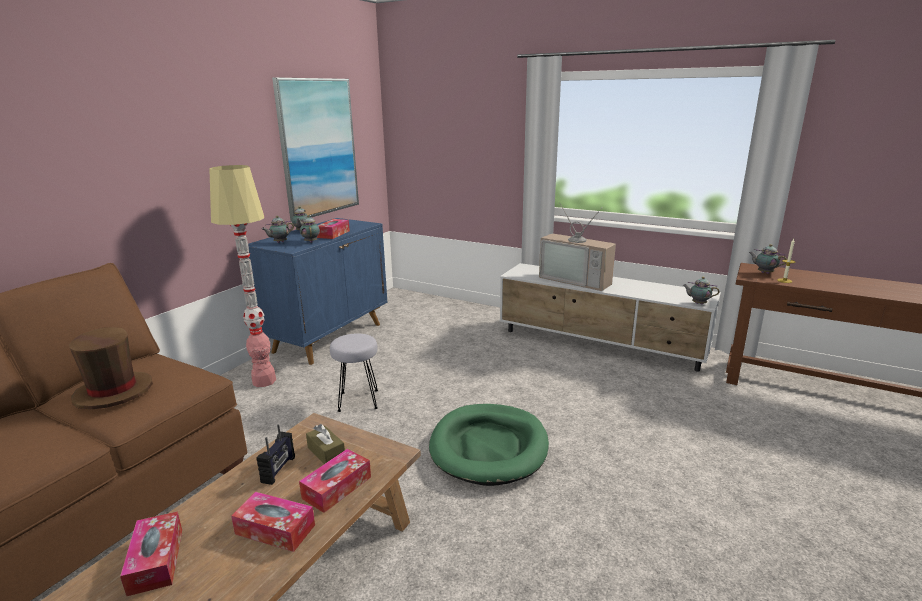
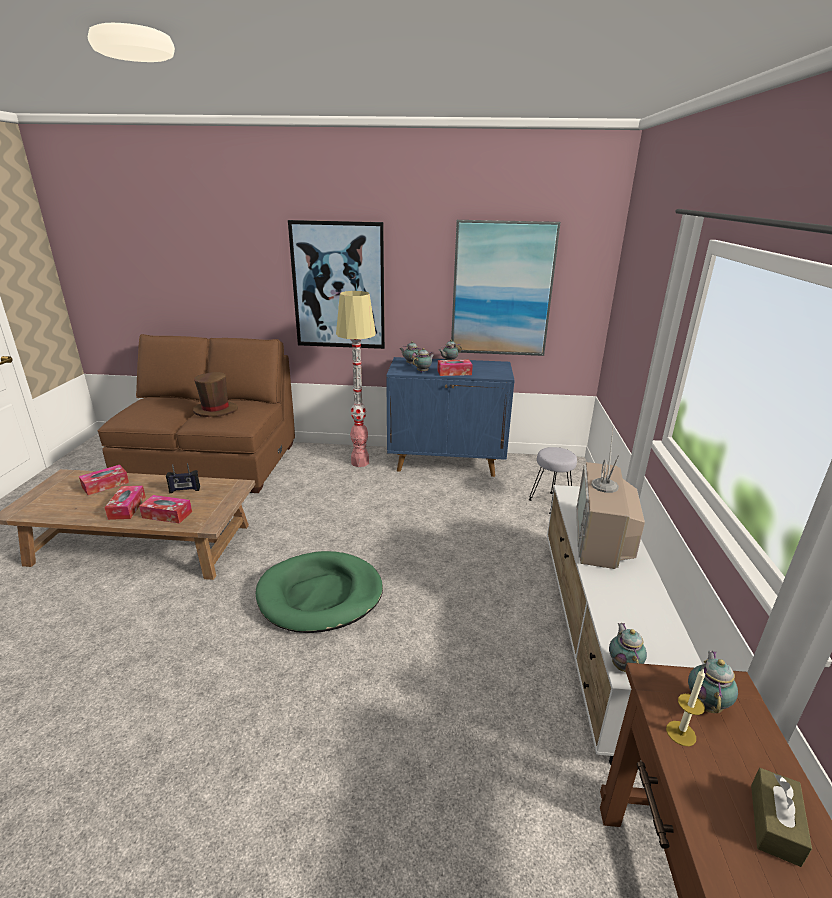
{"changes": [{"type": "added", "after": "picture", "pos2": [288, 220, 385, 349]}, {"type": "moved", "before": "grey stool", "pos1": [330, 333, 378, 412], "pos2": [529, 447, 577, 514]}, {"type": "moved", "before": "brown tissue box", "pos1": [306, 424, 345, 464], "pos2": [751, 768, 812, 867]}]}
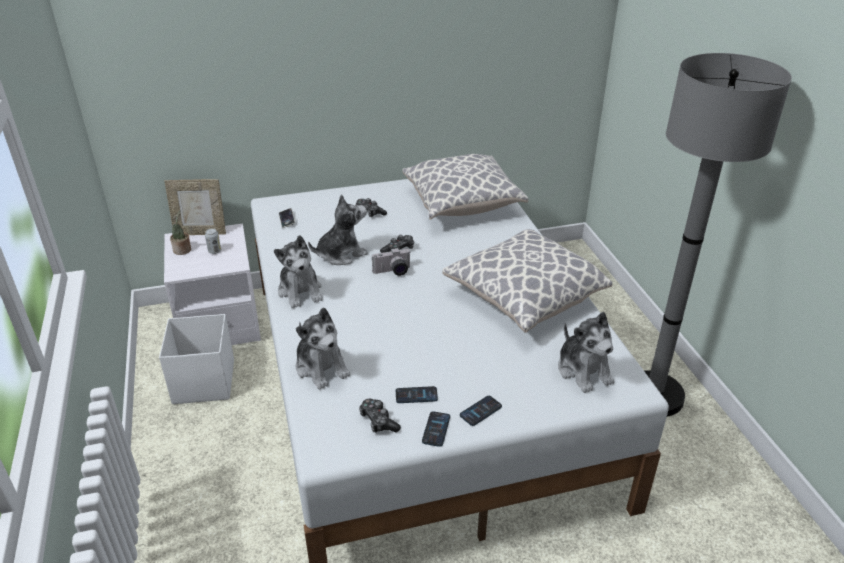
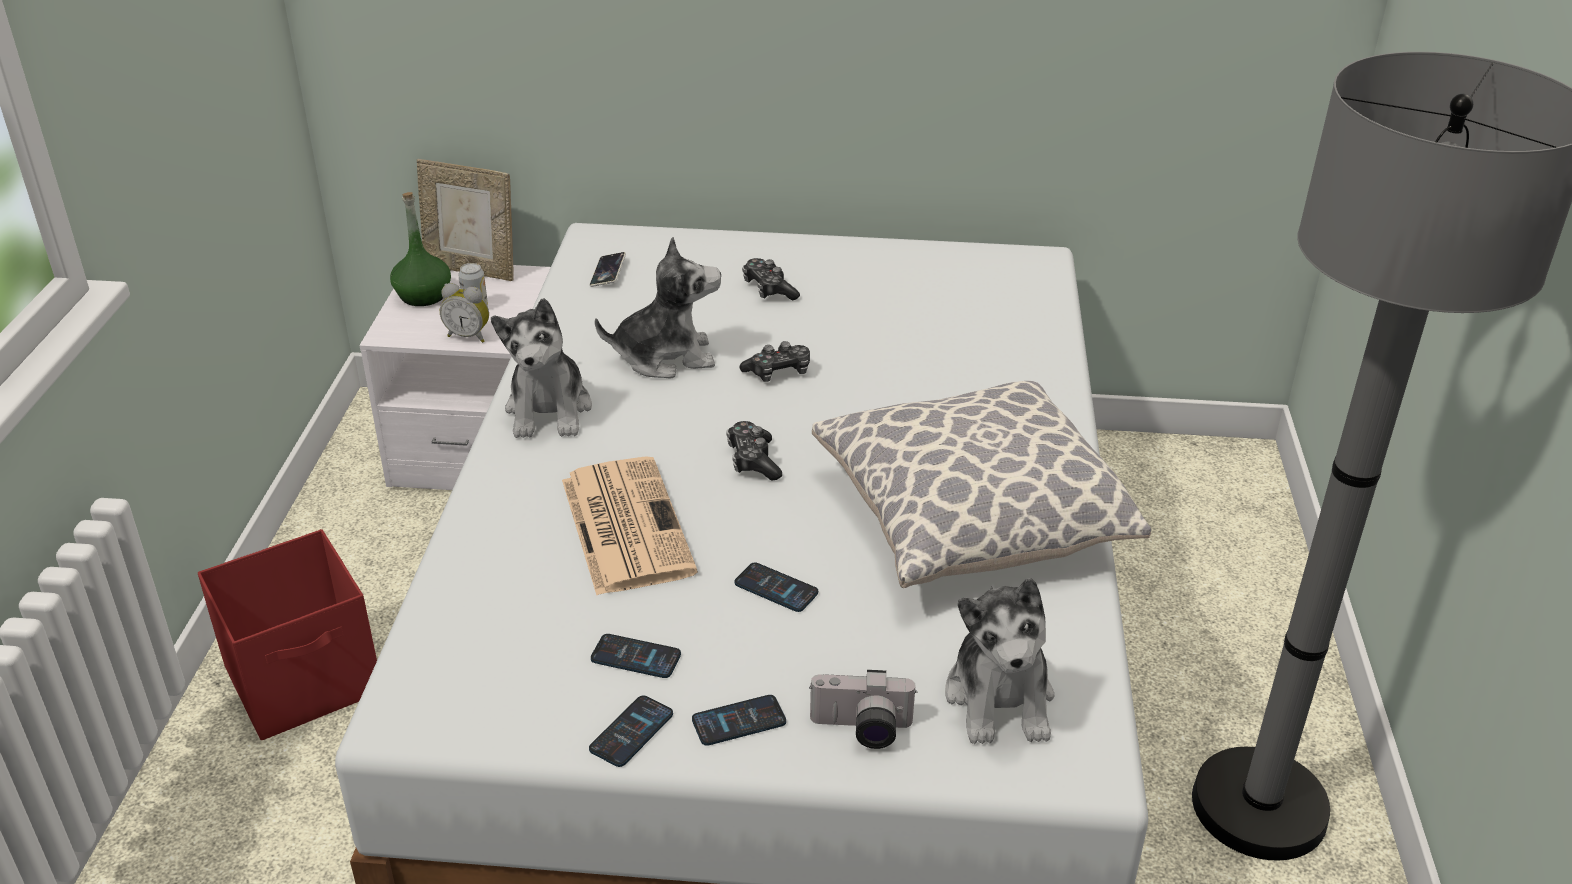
{"changes": [{"type": "added", "after": "red storage box", "pos2": [198, 529, 377, 740]}, {"type": "replaced", "before": "potted plant", "after": "green bottle", "pos1": [170, 210, 191, 255], "pos2": [390, 192, 451, 306]}, {"type": "added", "after": "alarm clock", "pos2": [440, 283, 489, 343]}, {"type": "added", "after": "newspaper", "pos2": [562, 456, 698, 595]}, {"type": "moved", "before": "game controller", "pos1": [359, 399, 401, 433], "pos2": [726, 421, 782, 481]}, {"type": "added", "after": "phone", "pos2": [735, 562, 818, 612]}, {"type": "moved", "before": "photo camera", "pos1": [372, 247, 410, 276], "pos2": [809, 670, 917, 749]}, {"type": "removed", "before": "white storage box", "pos1": [159, 314, 234, 404]}, {"type": "removed", "before": "plush toy", "pos1": [296, 307, 350, 390]}, {"type": "removed", "before": "pillow", "pos1": [402, 154, 528, 220]}]}
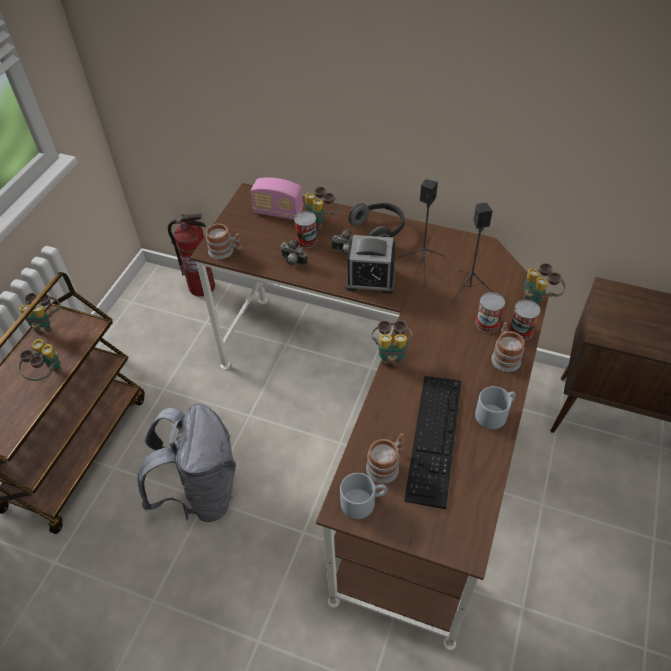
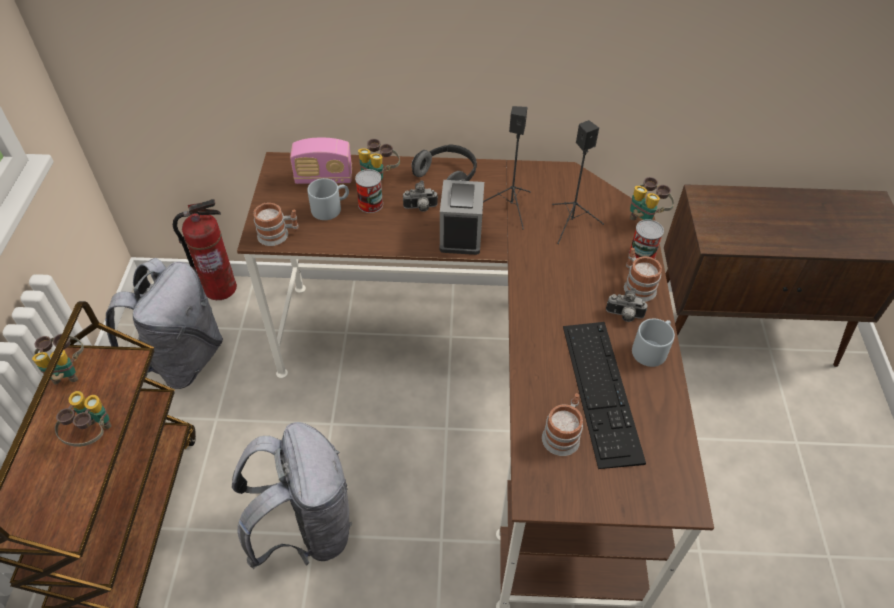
{"changes": [{"type": "added", "after": "grey backpack", "pos2": [105, 258, 223, 389]}, {"type": "moved", "before": "grey mug", "pos1": [340, 473, 387, 519], "pos2": [307, 178, 349, 220]}, {"type": "turned", "before": "alarm clock", "pos1": [345, 235, 396, 294], "pos2": [439, 180, 484, 255], "turn": 105}, {"type": "moved", "before": "photo camera", "pos1": [280, 239, 308, 266], "pos2": [606, 288, 648, 322]}, {"type": "removed", "before": "binoculars", "pos1": [372, 320, 412, 364]}, {"type": "removed", "before": "can", "pos1": [476, 292, 505, 333]}]}
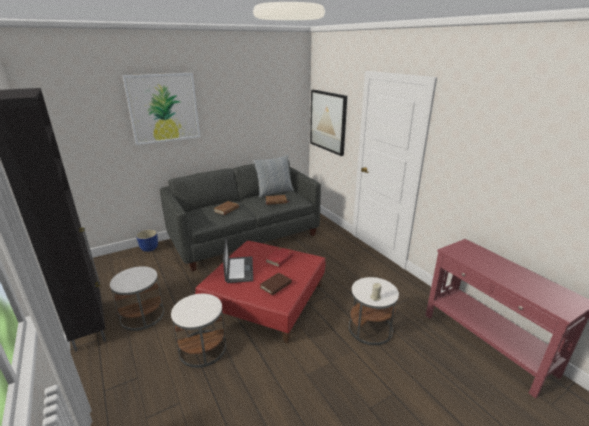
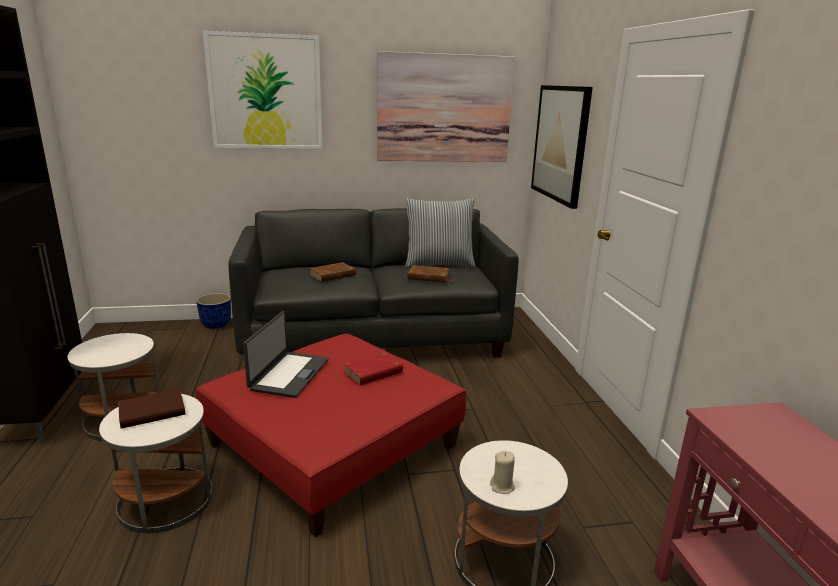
{"changes": [{"type": "moved", "before": "brown book", "pos1": [260, 273, 292, 295], "pos2": [118, 389, 185, 429]}, {"type": "added", "after": "picture", "pos2": [377, 51, 515, 162]}]}
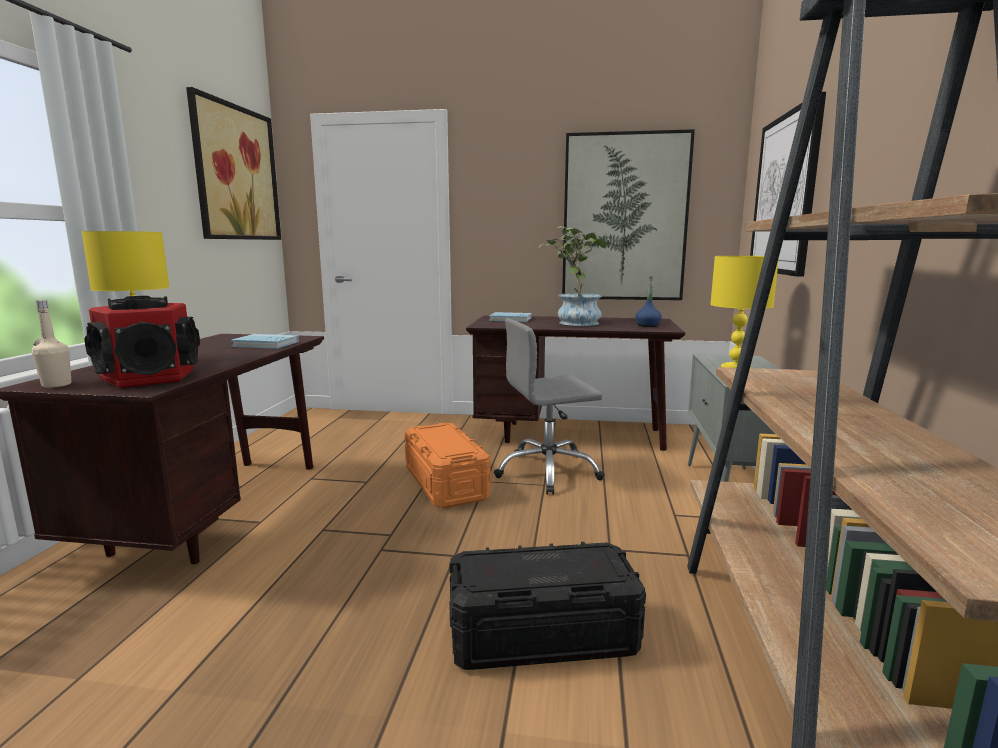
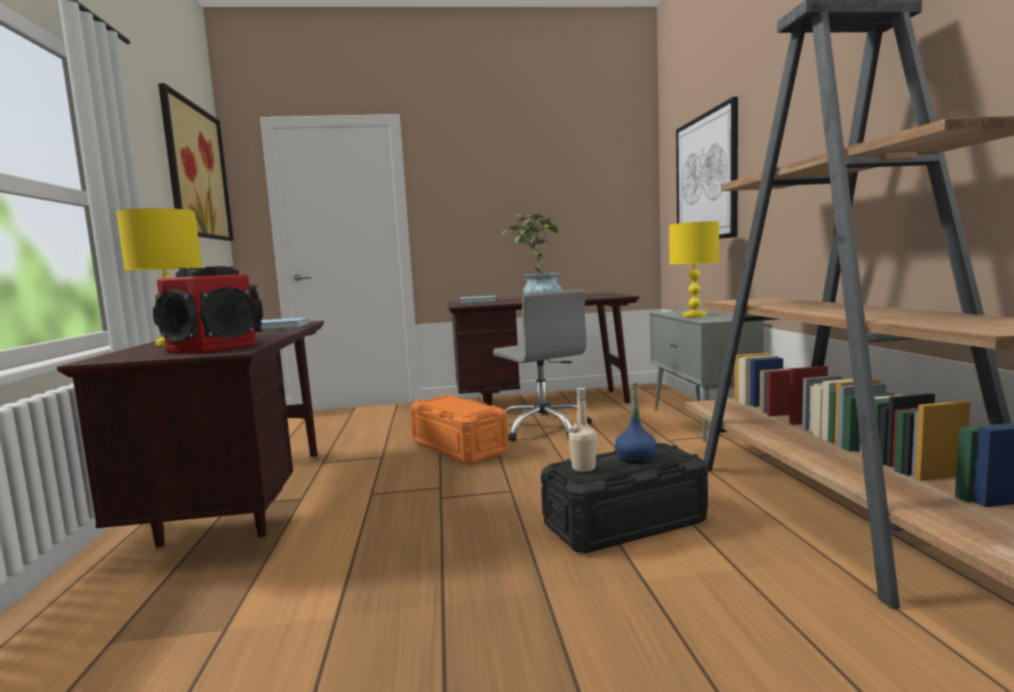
{"changes": [{"type": "turned", "before": "grey office chair", "pos1": [494, 319, 605, 495], "pos2": [493, 289, 592, 441], "turn": -90}, {"type": "moved", "before": "beige bottle", "pos1": [32, 300, 72, 388], "pos2": [568, 388, 597, 472]}, {"type": "moved", "before": "blue bottle", "pos1": [635, 276, 662, 327], "pos2": [615, 382, 657, 464]}, {"type": "removed", "before": "picture", "pos1": [562, 129, 695, 300]}]}
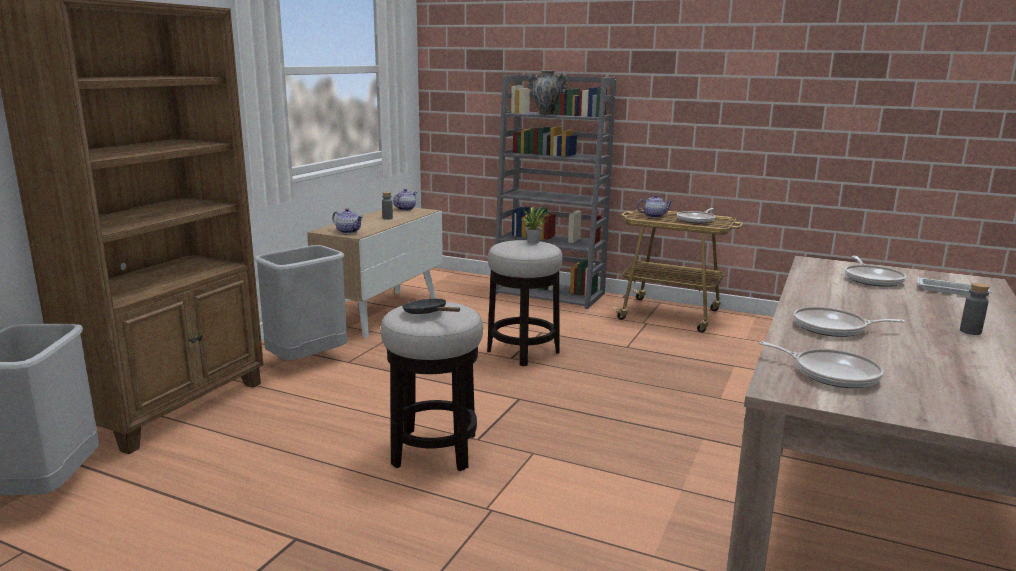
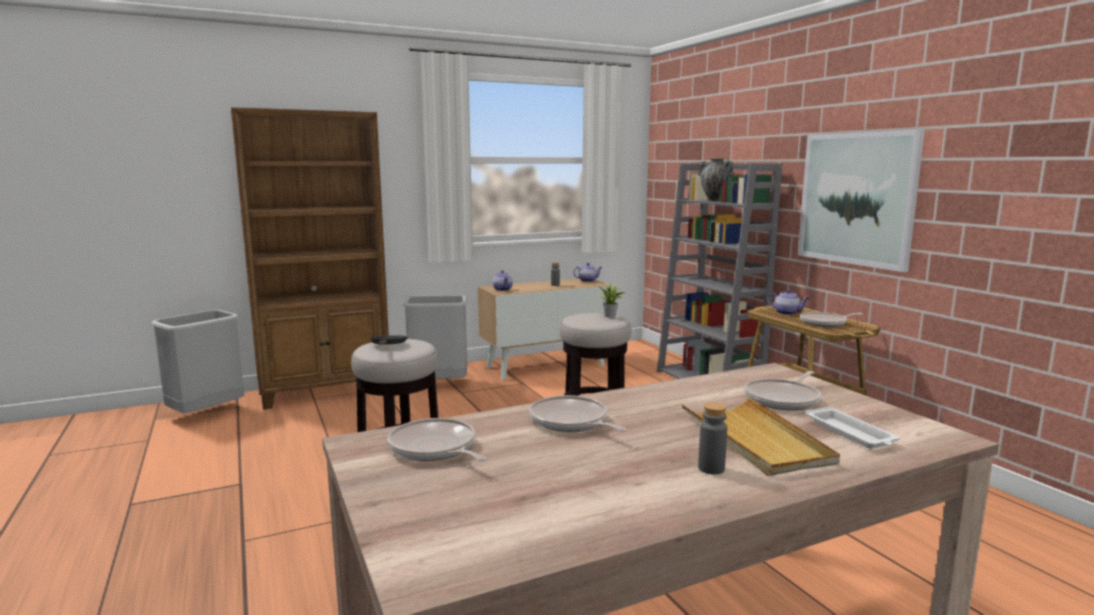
{"changes": [{"type": "turned", "before": "frying pan", "pos1": [759, 341, 884, 388], "pos2": [388, 418, 487, 461], "turn": 150}, {"type": "added", "after": "beige tray", "pos2": [681, 396, 840, 476]}, {"type": "added", "after": "picture", "pos2": [798, 129, 925, 272]}]}
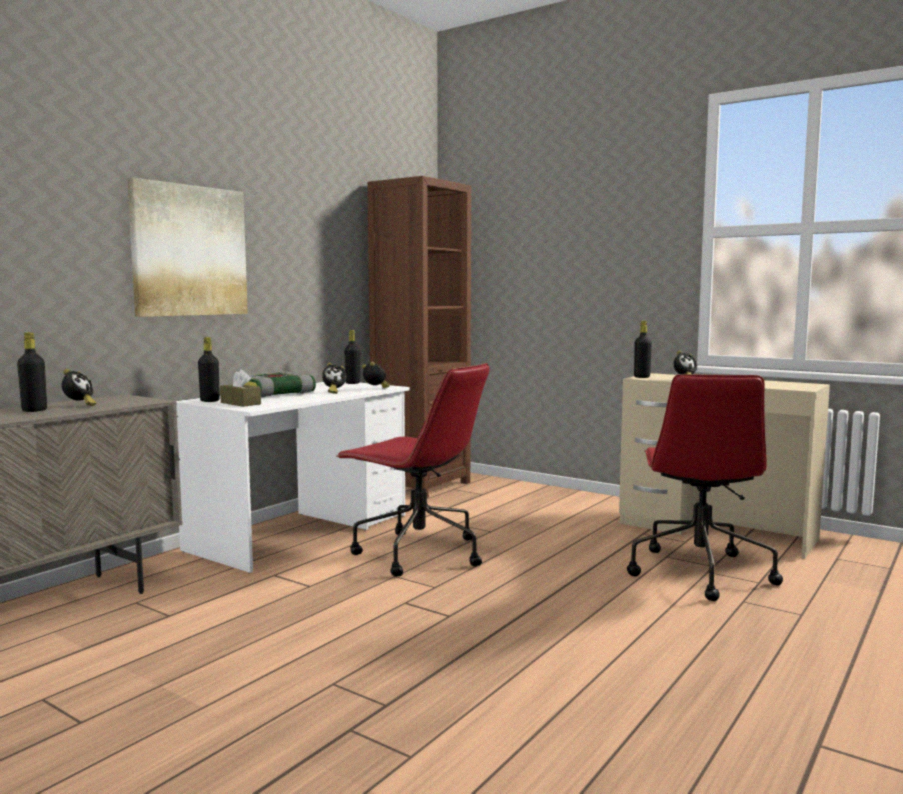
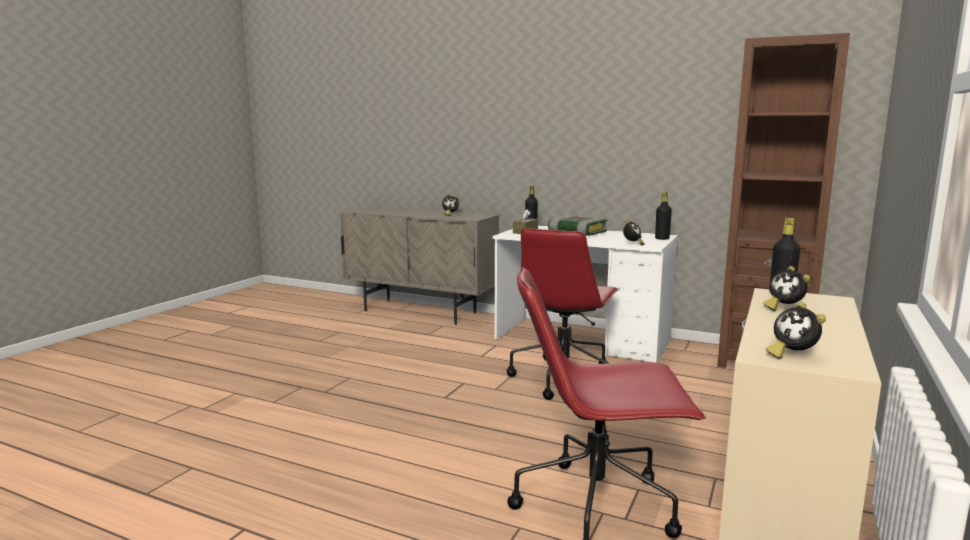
{"changes": [{"type": "moved", "before": "alarm clock", "pos1": [322, 363, 347, 394], "pos2": [766, 302, 826, 359]}, {"type": "removed", "before": "black bottle", "pos1": [17, 332, 47, 412]}, {"type": "removed", "before": "picture", "pos1": [127, 177, 248, 317]}]}
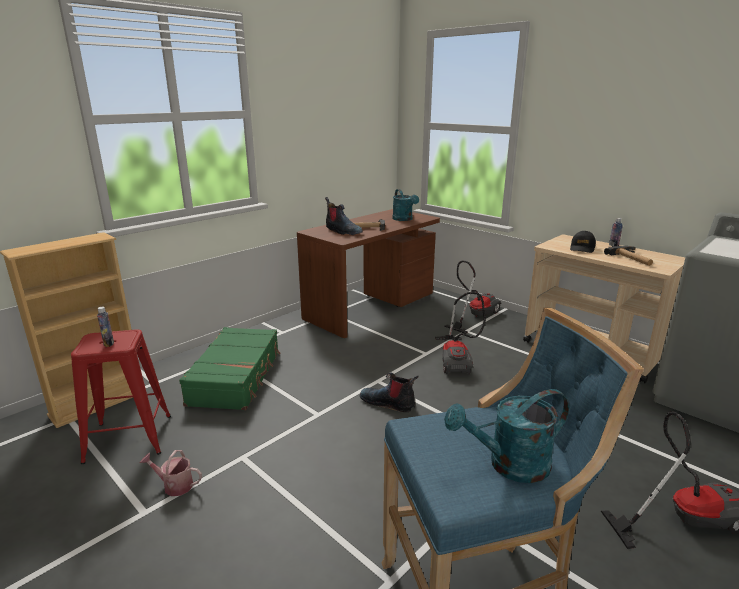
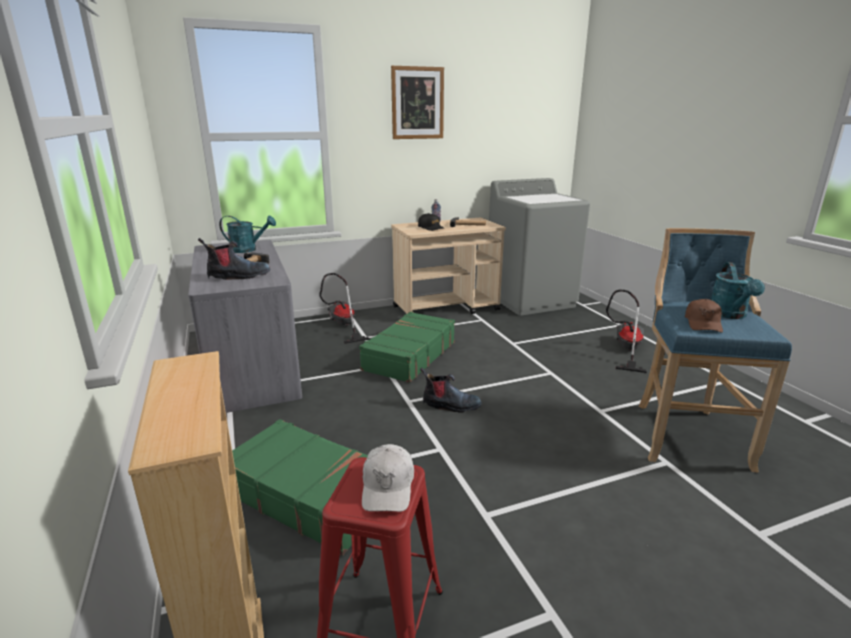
{"changes": [{"type": "recoloured", "before": "brown desk", "after": "grey desk", "pos1": [297, 209, 440, 338], "pos2": [188, 240, 302, 413]}, {"type": "replaced", "before": "vacuum cleaner", "after": "green suitcase", "pos1": [435, 292, 486, 375], "pos2": [359, 312, 455, 383]}, {"type": "replaced", "before": "bottle", "after": "white cap", "pos1": [97, 307, 114, 347], "pos2": [362, 444, 414, 512]}, {"type": "added", "after": "picture", "pos2": [391, 66, 444, 139]}, {"type": "turned", "before": "boot", "pos1": [360, 372, 419, 412], "pos2": [420, 367, 482, 413], "turn": -135}, {"type": "added", "after": "brown cap", "pos2": [685, 299, 723, 332]}, {"type": "removed", "before": "watering can", "pos1": [140, 450, 202, 496]}]}
